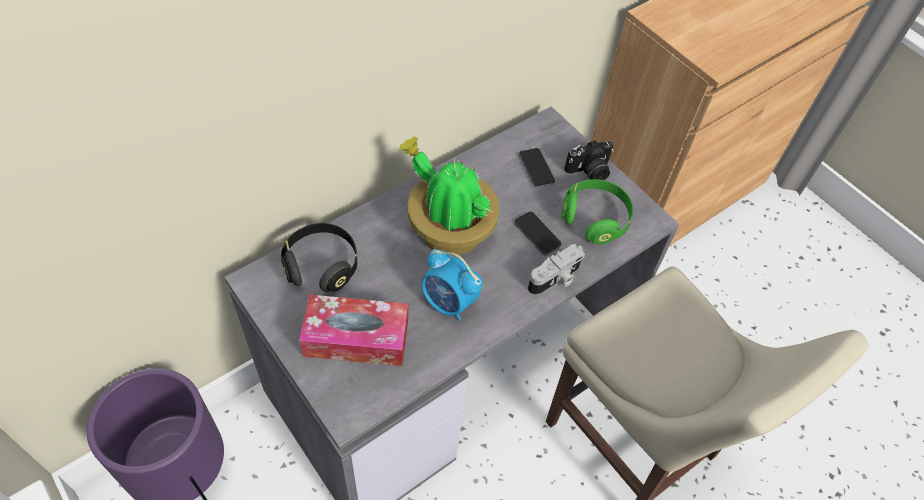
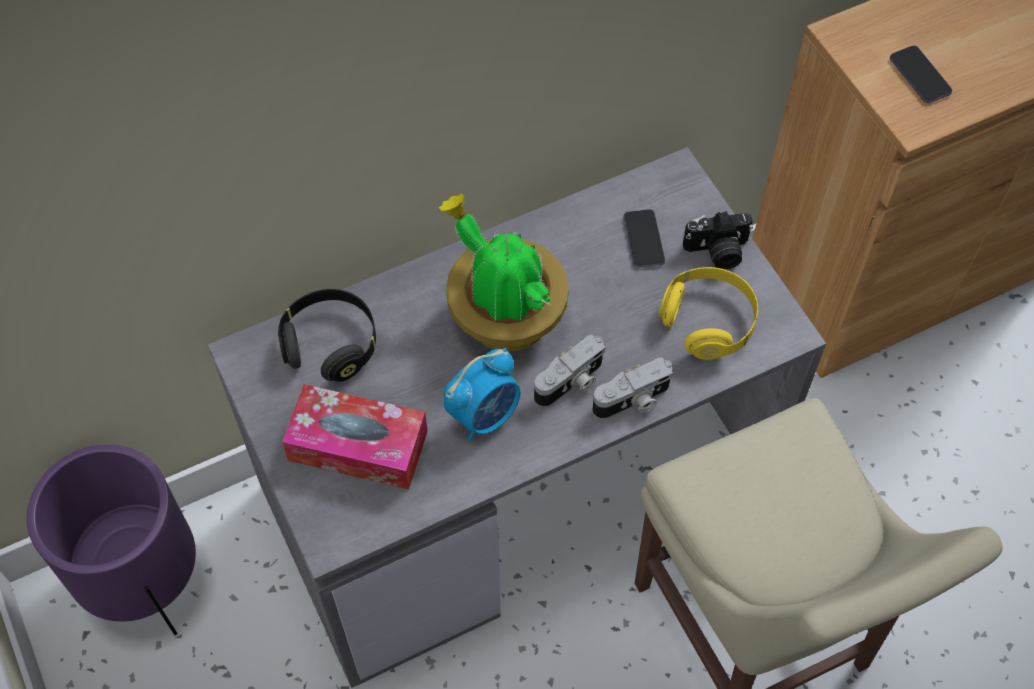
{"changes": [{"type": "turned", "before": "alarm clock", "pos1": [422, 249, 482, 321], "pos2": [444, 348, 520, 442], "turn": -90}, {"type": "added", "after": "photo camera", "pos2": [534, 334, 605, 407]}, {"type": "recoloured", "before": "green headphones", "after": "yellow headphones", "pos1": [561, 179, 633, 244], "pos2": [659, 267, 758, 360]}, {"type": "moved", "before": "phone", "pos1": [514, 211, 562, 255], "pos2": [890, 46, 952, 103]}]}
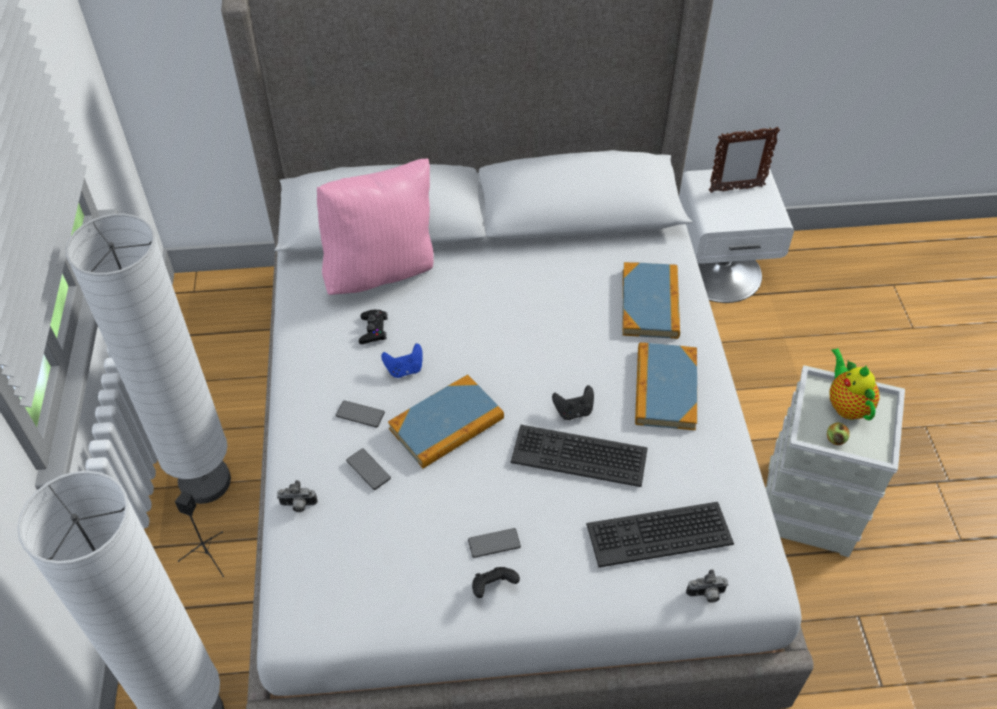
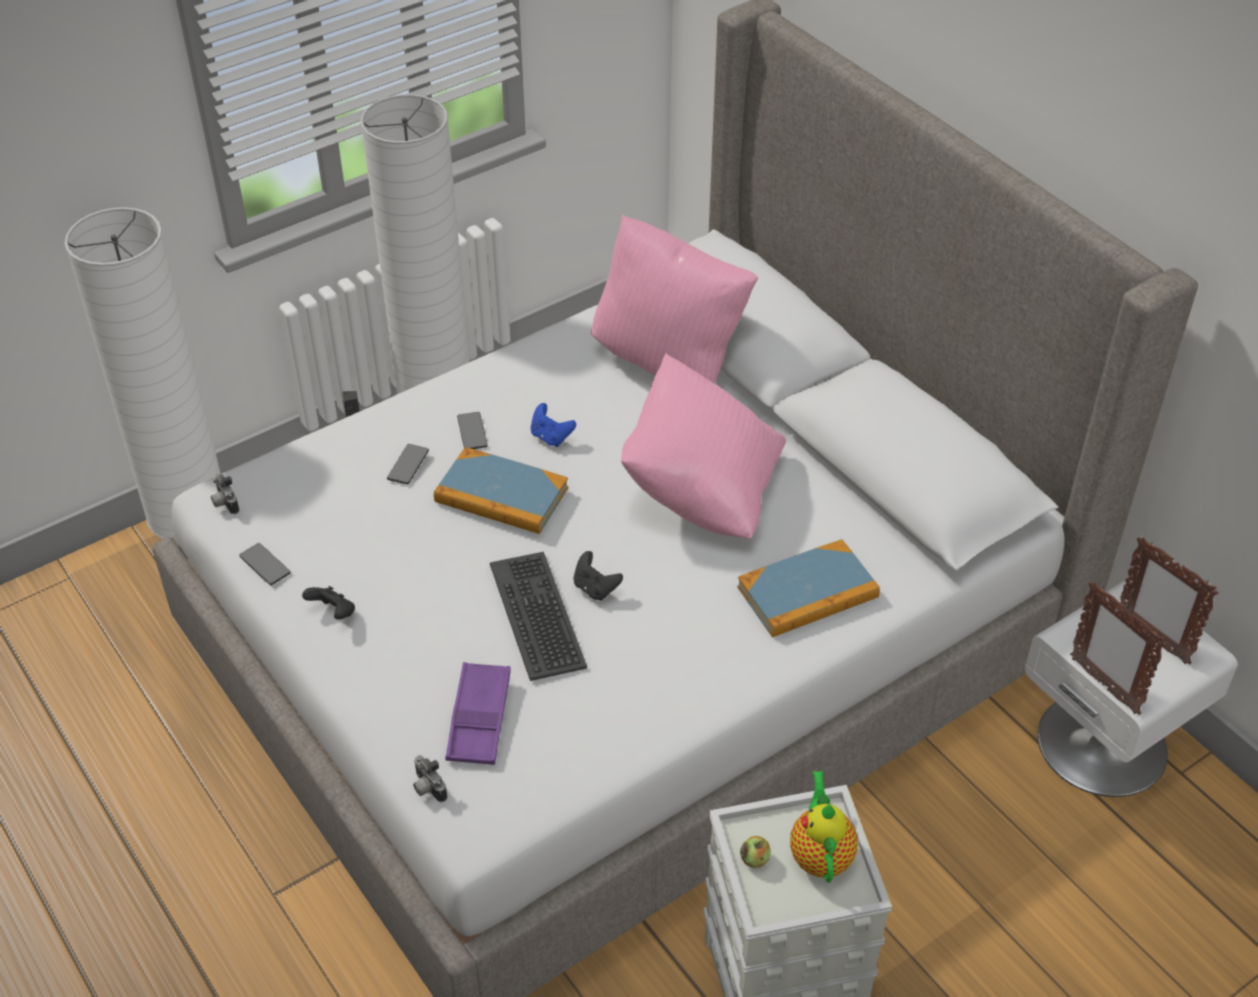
{"changes": [{"type": "moved", "before": "photo camera", "pos1": [277, 480, 318, 512], "pos2": [211, 474, 239, 514]}, {"type": "moved", "before": "phone", "pos1": [468, 528, 521, 558], "pos2": [239, 543, 291, 585]}, {"type": "replaced", "before": "keyboard", "after": "purple tray", "pos1": [586, 502, 734, 567], "pos2": [445, 662, 511, 765]}, {"type": "added", "after": "pink pillow", "pos2": [621, 353, 786, 539]}, {"type": "turned", "before": "teapot", "pos1": [829, 348, 880, 421], "pos2": [790, 771, 858, 883], "turn": -45}, {"type": "added", "after": "picture frame", "pos2": [1070, 582, 1166, 715]}, {"type": "removed", "before": "black game controller", "pos1": [359, 310, 388, 344]}, {"type": "removed", "before": "book", "pos1": [635, 342, 697, 430]}]}
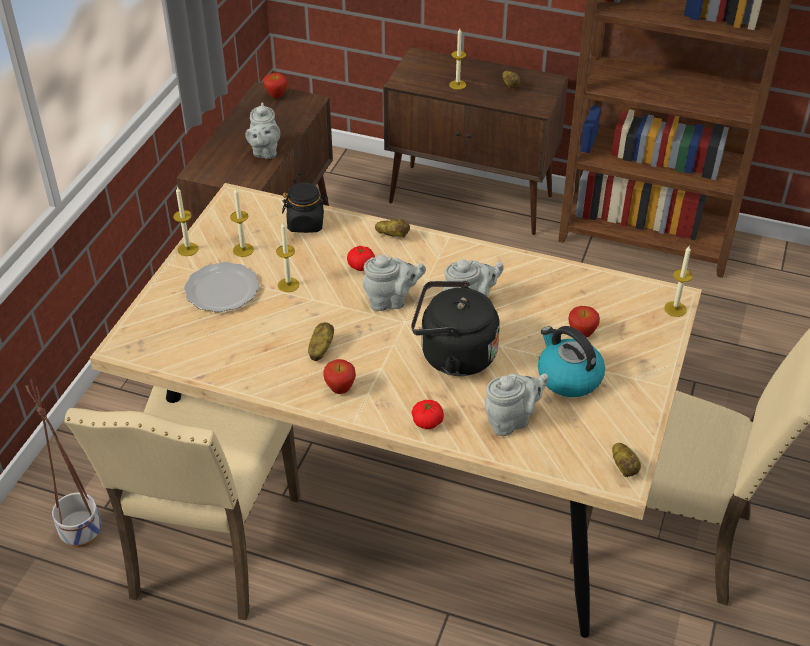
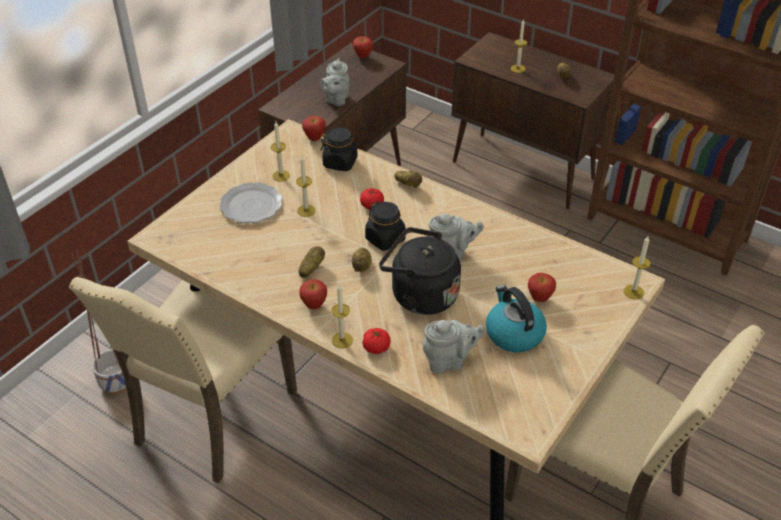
{"changes": [{"type": "added", "after": "apple", "pos2": [302, 116, 326, 141]}, {"type": "moved", "before": "candle", "pos1": [173, 186, 198, 256], "pos2": [331, 284, 353, 348]}, {"type": "moved", "before": "potato", "pos1": [612, 443, 641, 477], "pos2": [352, 248, 372, 272]}, {"type": "replaced", "before": "grey teapot", "after": "black jar", "pos1": [362, 255, 426, 311], "pos2": [365, 201, 406, 251]}]}
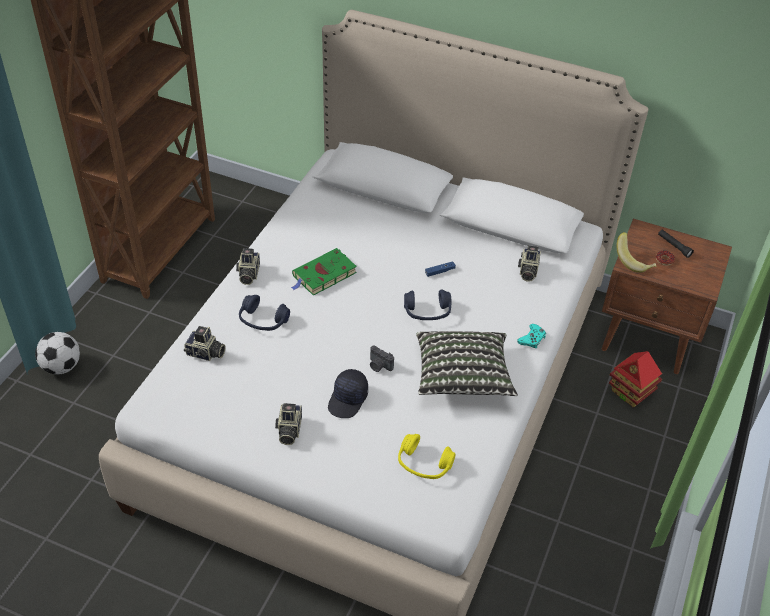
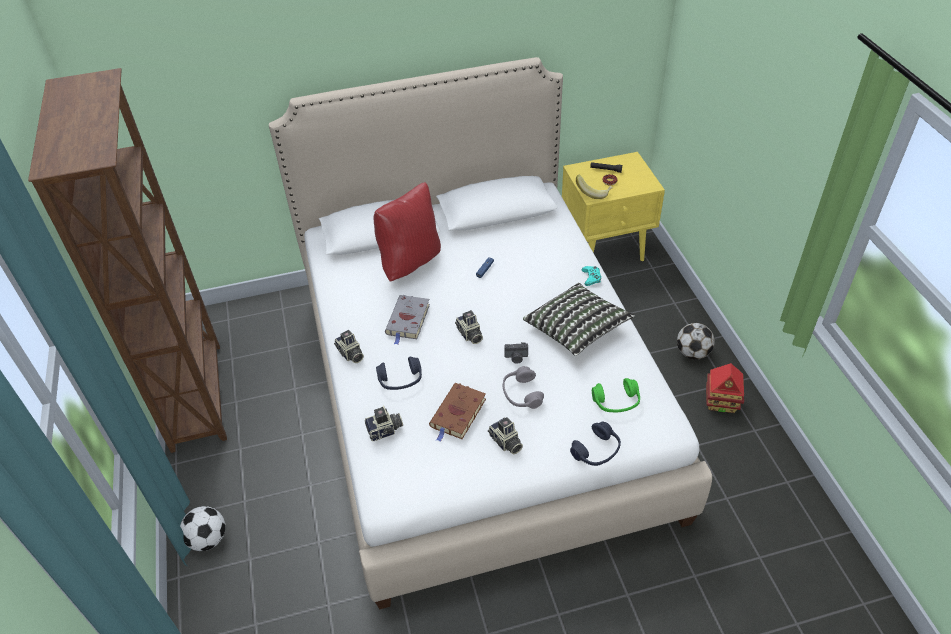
{"changes": [{"type": "added", "after": "red pillow", "pos2": [374, 182, 441, 282]}, {"type": "recoloured", "before": "green book", "after": "grey book", "pos1": [291, 248, 357, 296], "pos2": [385, 295, 430, 345]}, {"type": "added", "after": "brown book", "pos2": [429, 383, 486, 442]}, {"type": "moved", "before": "photo camera", "pos1": [518, 245, 541, 282], "pos2": [455, 310, 483, 344]}, {"type": "replaced", "before": "black cap", "after": "grey headphones", "pos1": [328, 369, 368, 418], "pos2": [502, 366, 544, 409]}, {"type": "recoloured", "before": "brown nightstand", "after": "yellow nightstand", "pos1": [602, 218, 732, 374], "pos2": [562, 152, 665, 261]}, {"type": "moved", "before": "blue headphones", "pos1": [404, 289, 452, 320], "pos2": [570, 422, 621, 466]}, {"type": "recoloured", "before": "yellow headphones", "after": "green headphones", "pos1": [398, 434, 456, 479], "pos2": [592, 378, 640, 413]}, {"type": "added", "after": "football", "pos2": [677, 323, 715, 360]}, {"type": "moved", "before": "toy house", "pos1": [609, 351, 662, 408], "pos2": [706, 363, 744, 413]}]}
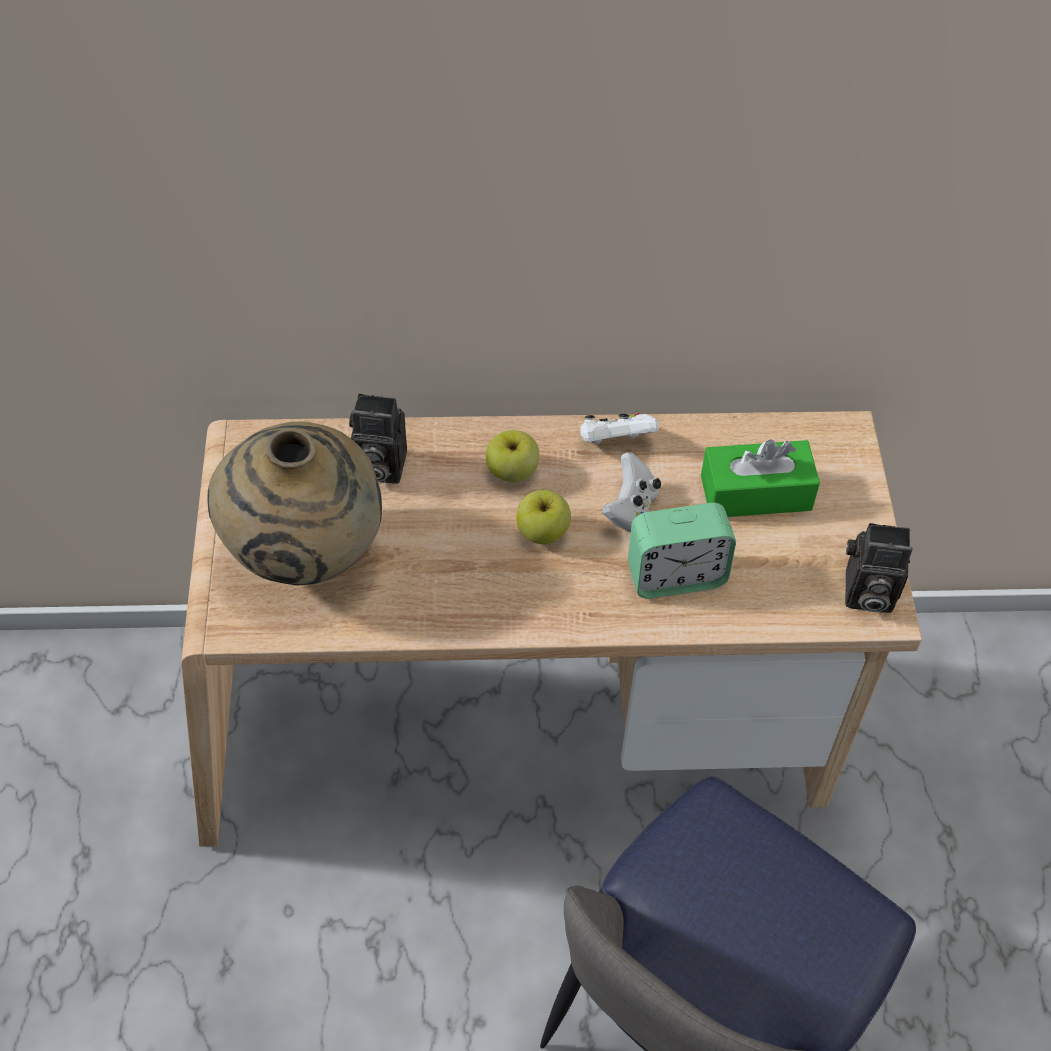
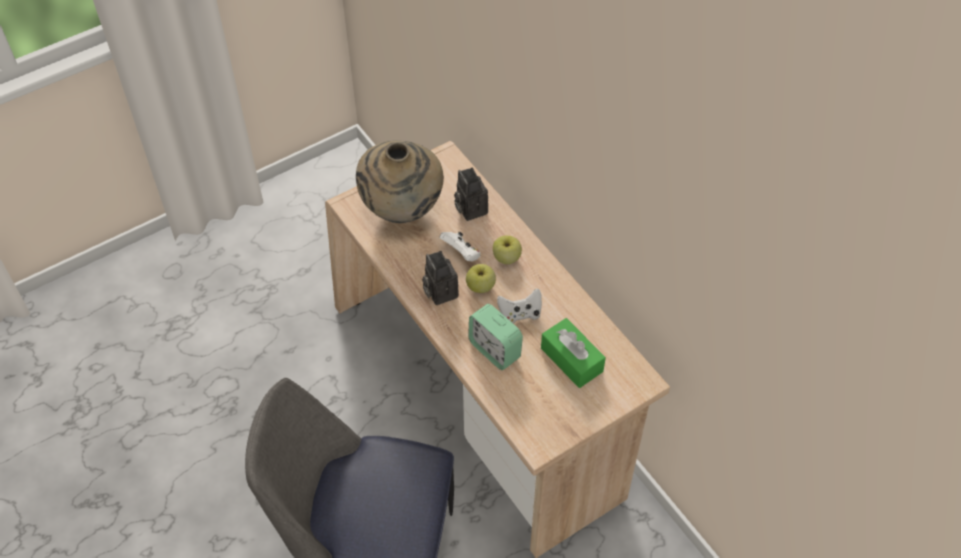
{"changes": [{"type": "moved", "before": "photo camera", "pos1": [845, 523, 913, 613], "pos2": [422, 251, 459, 305]}, {"type": "moved", "before": "white game controller", "pos1": [580, 413, 659, 444], "pos2": [439, 232, 481, 261]}]}
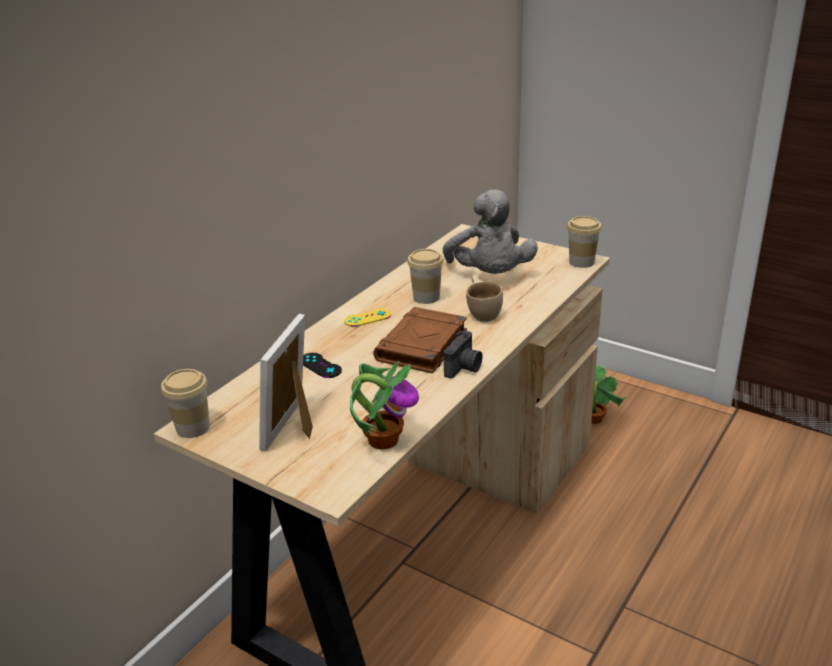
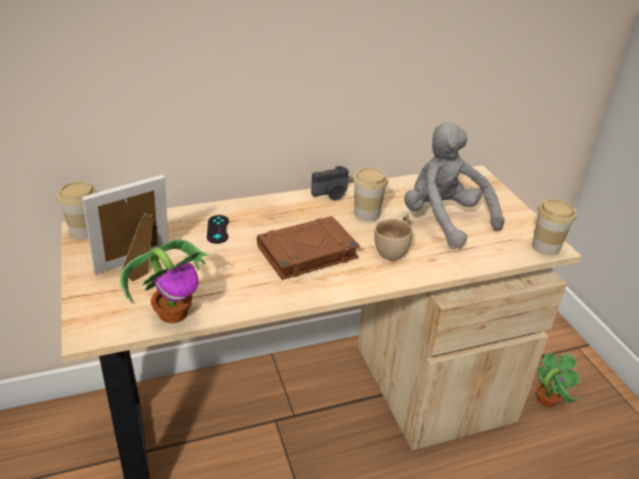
{"changes": [{"type": "moved", "before": "photo camera", "pos1": [444, 331, 483, 378], "pos2": [311, 166, 349, 200]}, {"type": "turned", "before": "grey plush toy", "pos1": [443, 190, 538, 274], "pos2": [404, 122, 505, 249], "turn": 120}, {"type": "removed", "before": "yellow game controller", "pos1": [344, 308, 391, 327]}]}
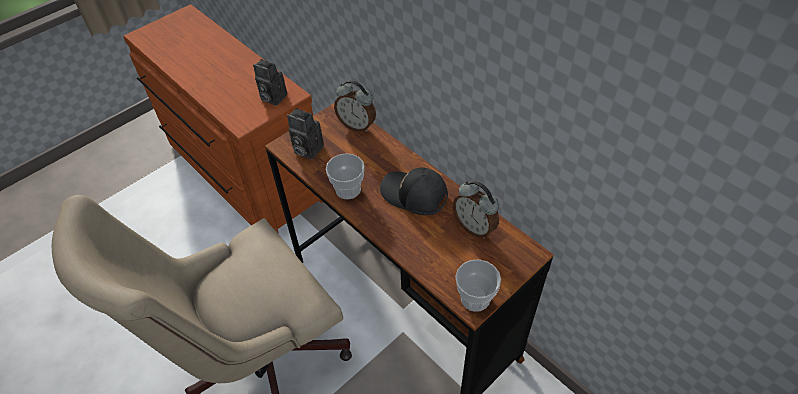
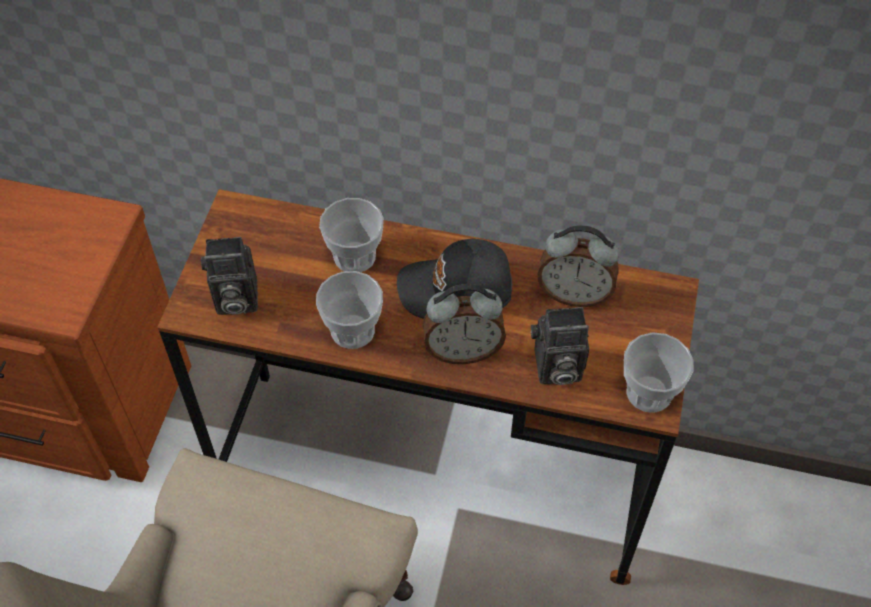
{"changes": [{"type": "added", "after": "cup", "pos2": [319, 198, 384, 272]}, {"type": "moved", "before": "alarm clock", "pos1": [334, 80, 376, 132], "pos2": [423, 284, 506, 364]}, {"type": "moved", "before": "photo camera", "pos1": [253, 59, 287, 106], "pos2": [531, 307, 589, 385]}]}
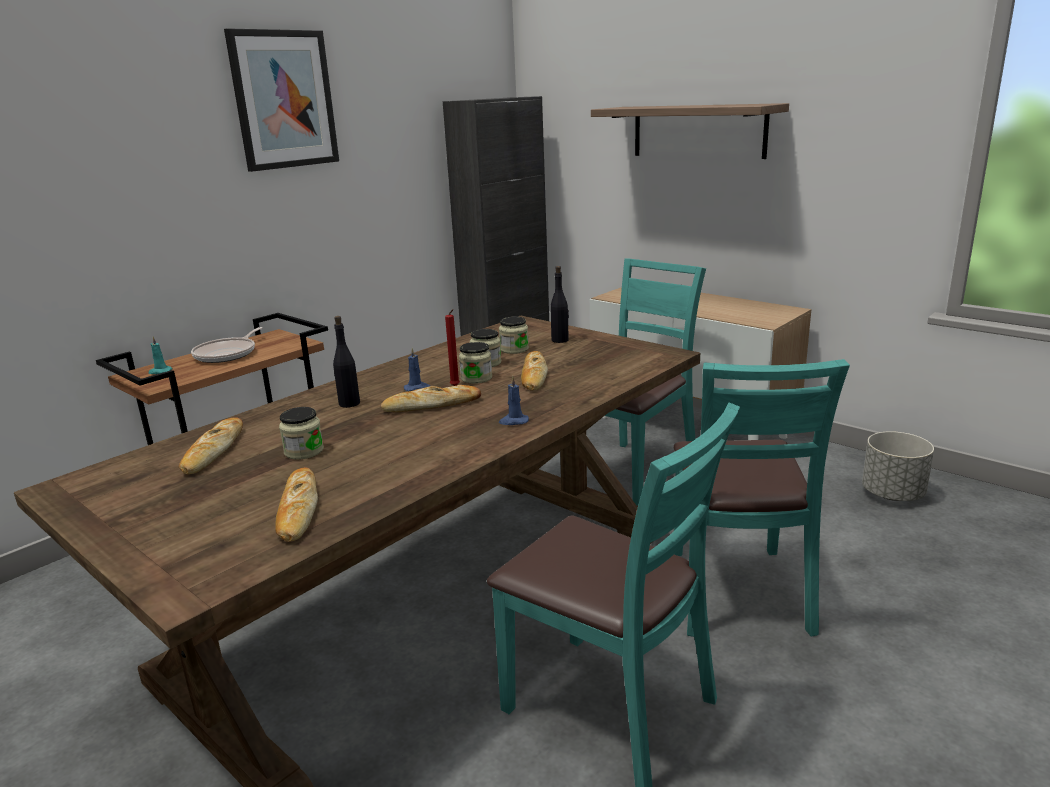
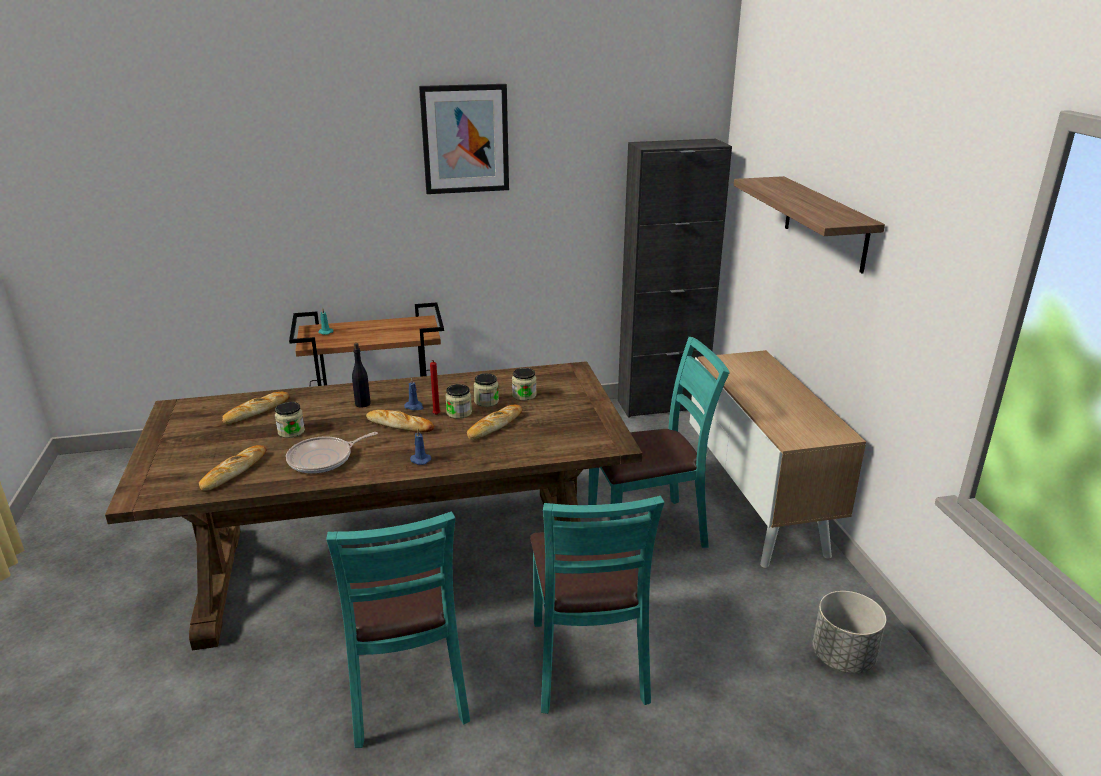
{"changes": [{"type": "moved", "before": "frying pan", "pos1": [191, 327, 263, 363], "pos2": [286, 432, 378, 474]}, {"type": "turned", "before": "turquoise chair", "pos1": [674, 359, 850, 637], "pos2": [530, 496, 665, 714], "turn": -45}, {"type": "removed", "before": "black bottle", "pos1": [550, 266, 569, 343]}]}
